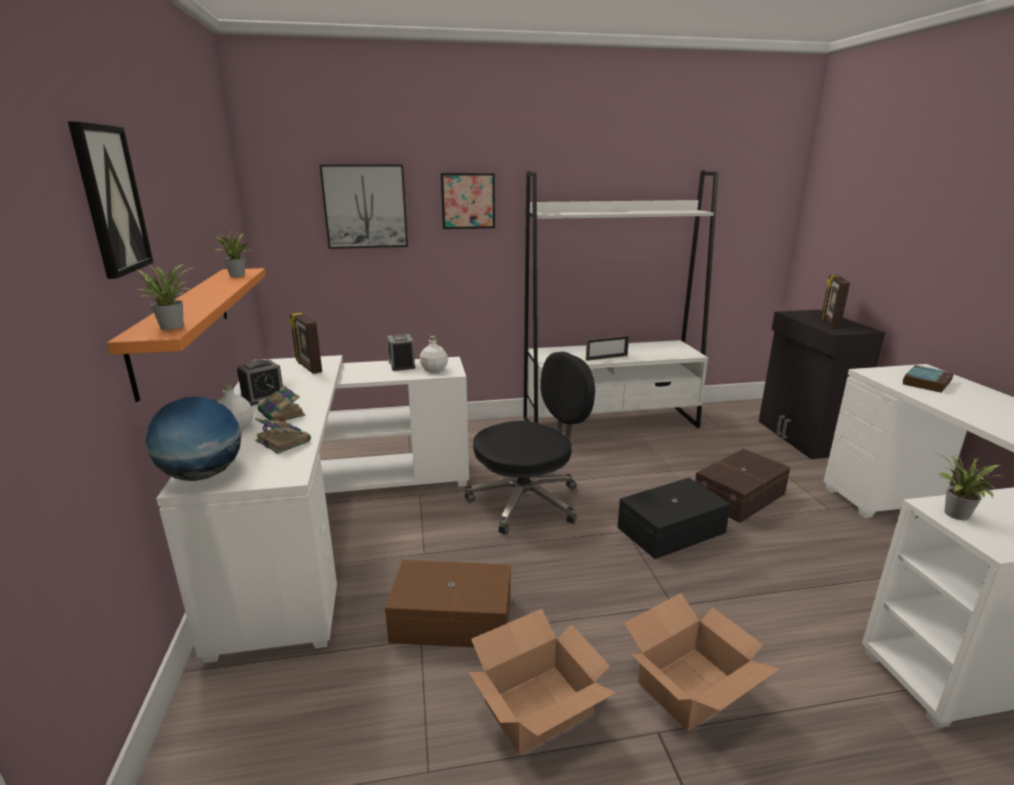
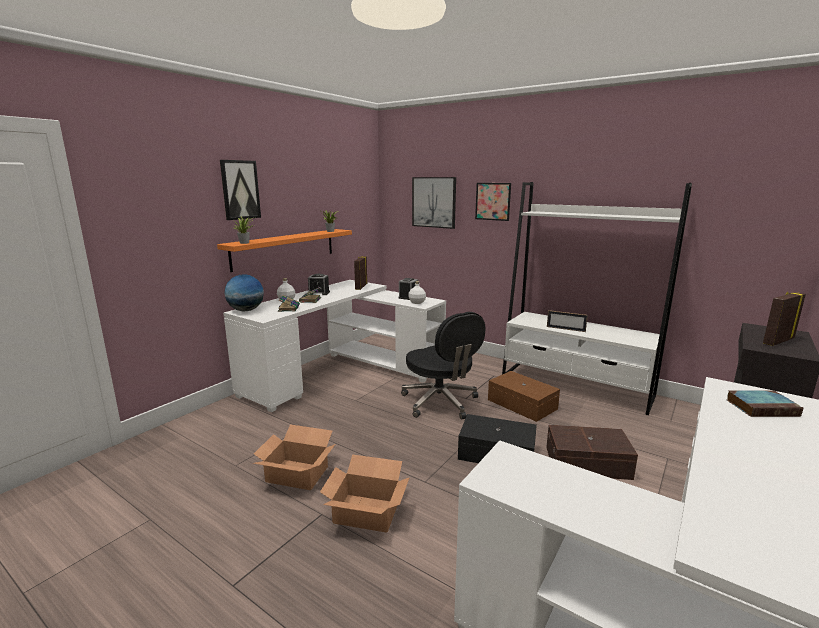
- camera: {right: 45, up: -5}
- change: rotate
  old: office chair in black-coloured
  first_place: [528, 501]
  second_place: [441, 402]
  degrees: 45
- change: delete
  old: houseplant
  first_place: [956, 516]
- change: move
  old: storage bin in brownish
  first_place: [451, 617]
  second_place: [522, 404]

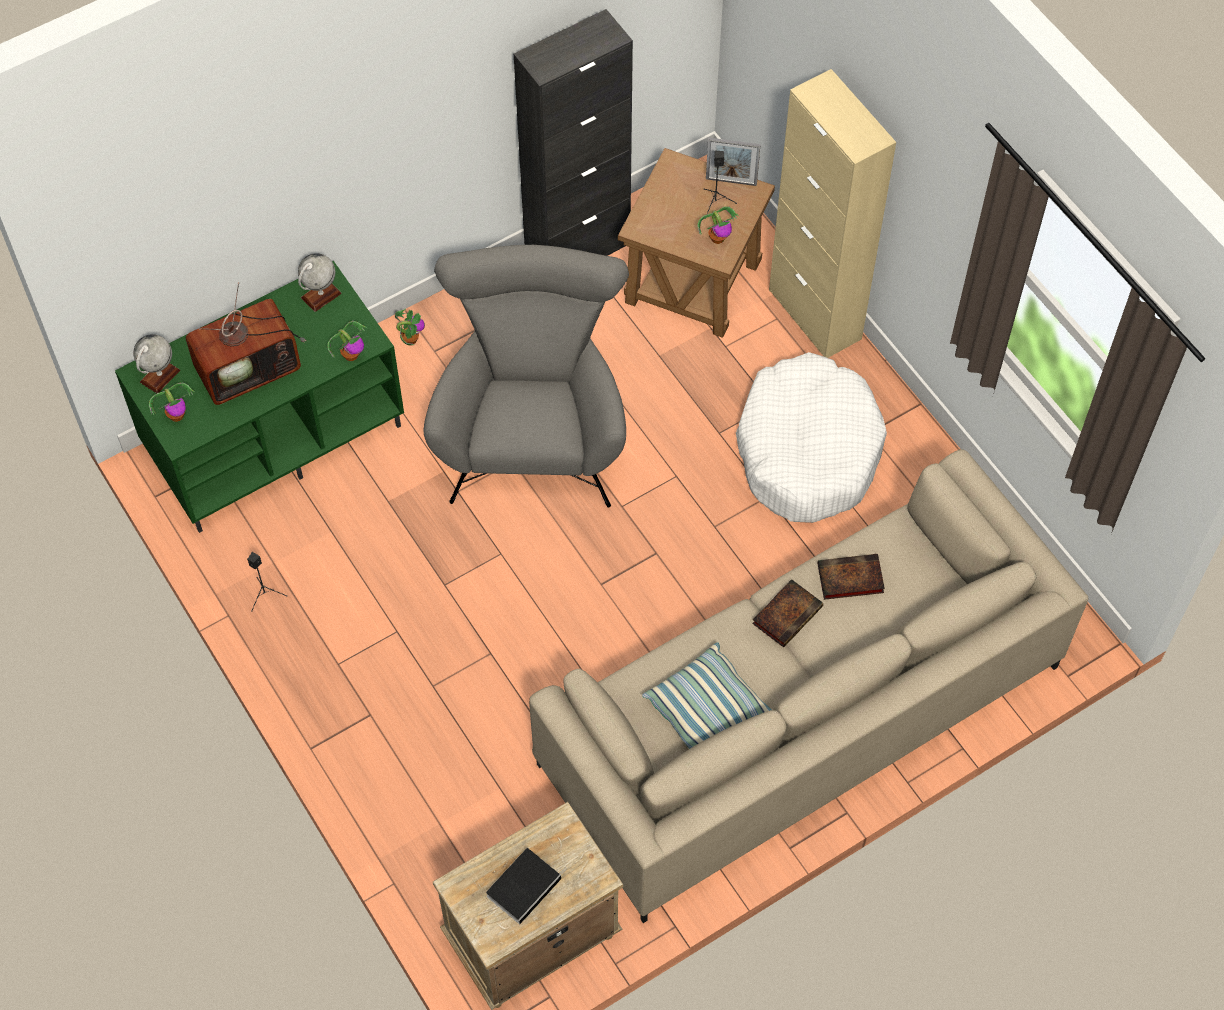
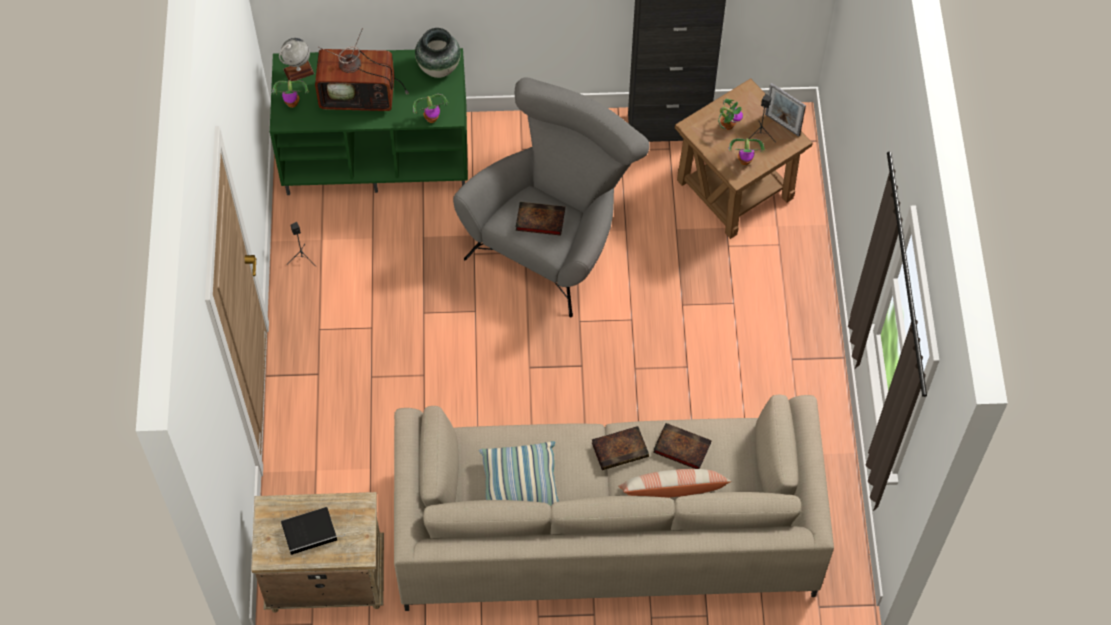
- camera: {right: 30, up: 0}
- change: delete
  old: cabinet in beige
  first_place: [815, 314]
- change: replace
  old: desk globe
  new: flower vase
  first_place: [321, 295]
  second_place: [438, 68]
- change: move
  old: houseplant
  first_place: [410, 339]
  second_place: [727, 125]
- change: delete
  old: dog cushion in white
  first_place: [807, 450]
- change: insert
  new: bound book
  second_place: [539, 220]
- change: insert
  new: throw pillow
  second_place: [672, 492]

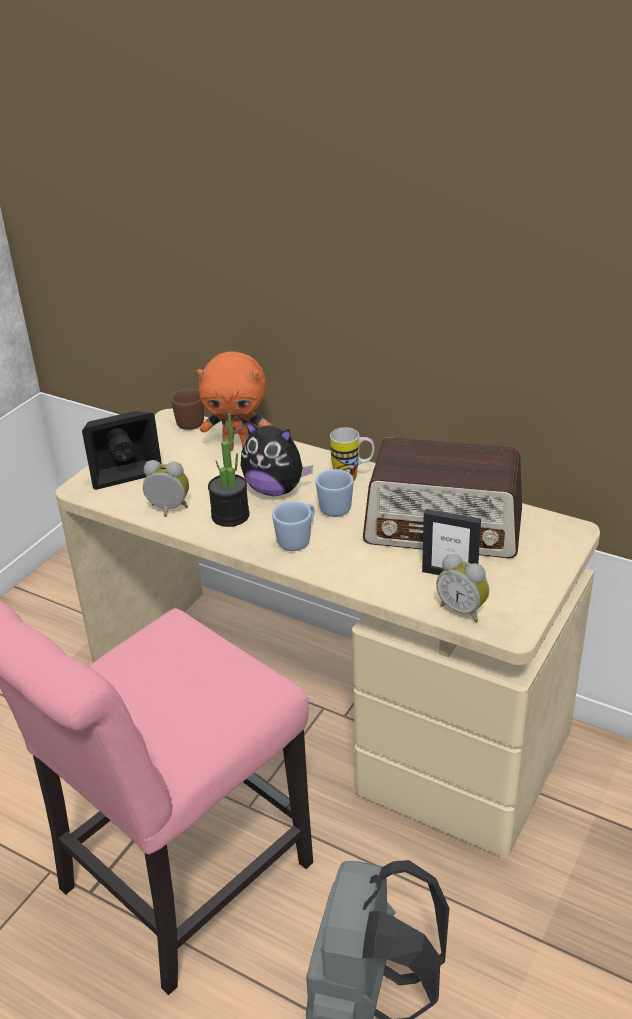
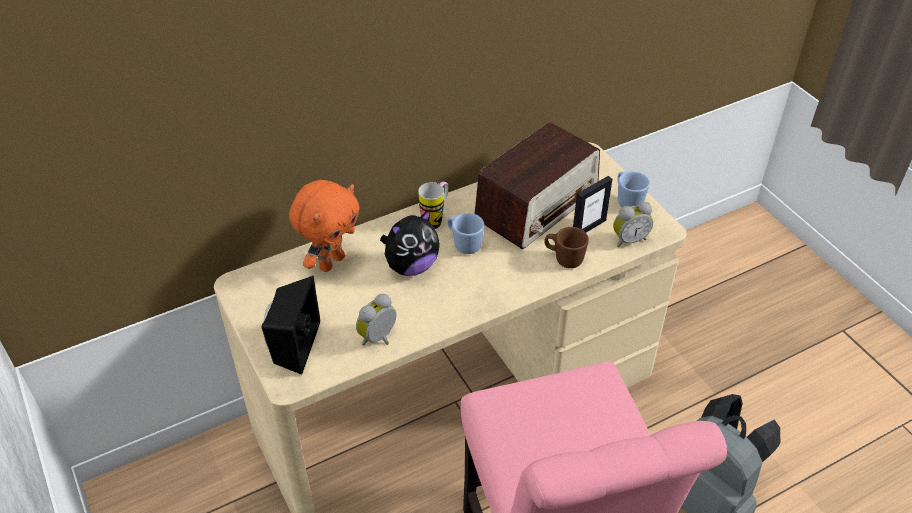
- camera: {right: -60, up: 10}
- change: move
  old: coffee mug in brownish
  first_place: [190, 421]
  second_place: [564, 259]
- change: delete
  old: houseplant
  first_place: [230, 515]
- change: move
  old: coffee mug in bluish
  first_place: [297, 540]
  second_place: [627, 200]

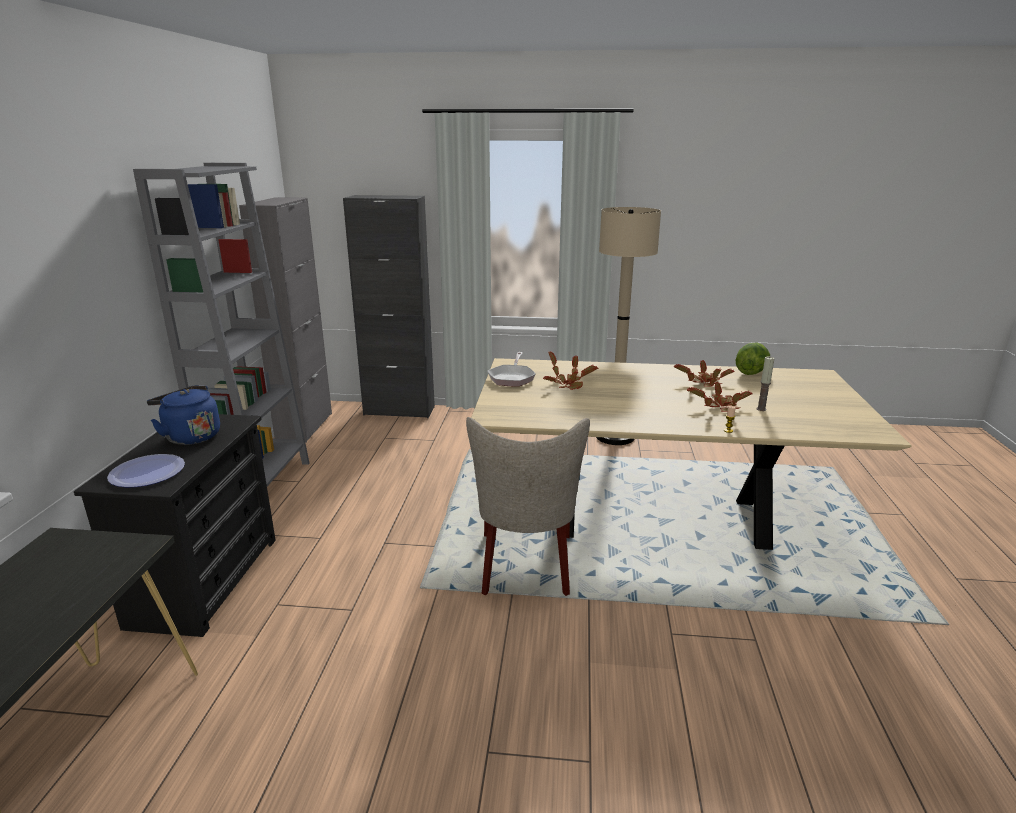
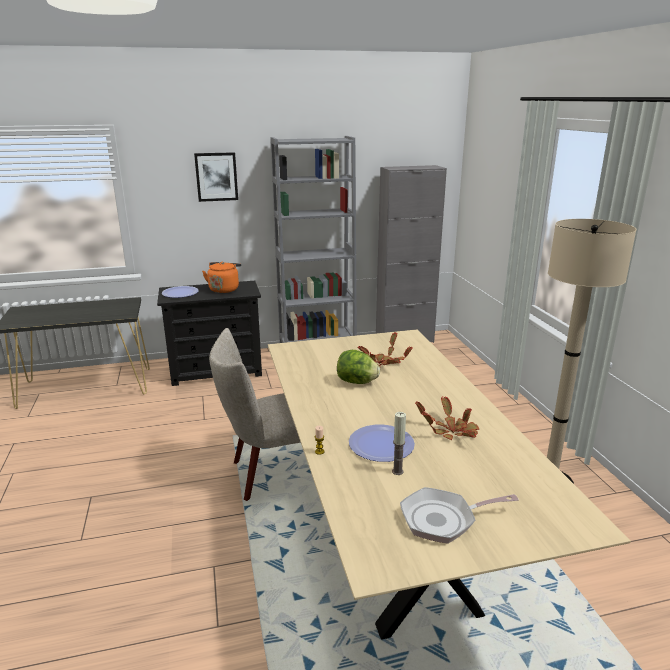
- camera: {right: 70, up: 0}
- change: delete
  old: cabinet in black-coloured
  first_place: [399, 411]
- change: move
  old: lettuce
  first_place: [751, 373]
  second_place: [357, 382]
- change: move
  old: pan
  first_place: [512, 377]
  second_place: [443, 519]
- change: replace
  old: houseplant
  new: dinner plate
  first_place: [720, 407]
  second_place: [381, 444]
- change: recolor
  old: kettle in bluish
  new: kettle in orange
  first_place: [190, 436]
  second_place: [224, 289]
- change: insert
  new: wall art
  second_place: [216, 176]

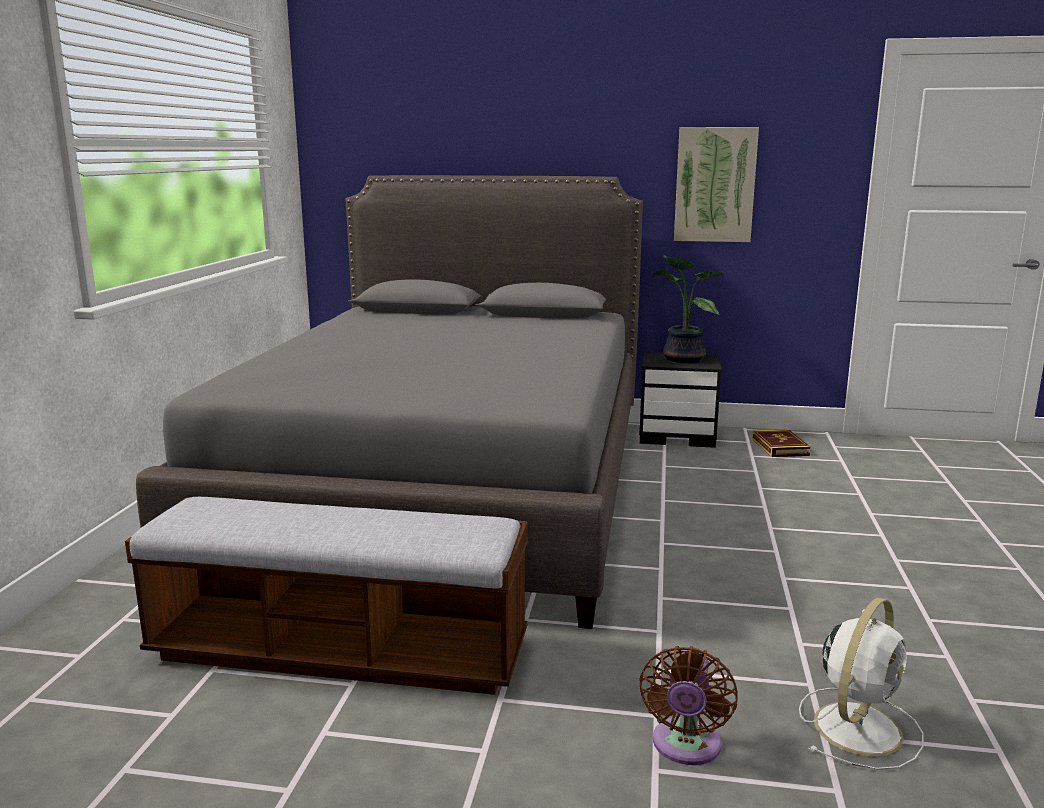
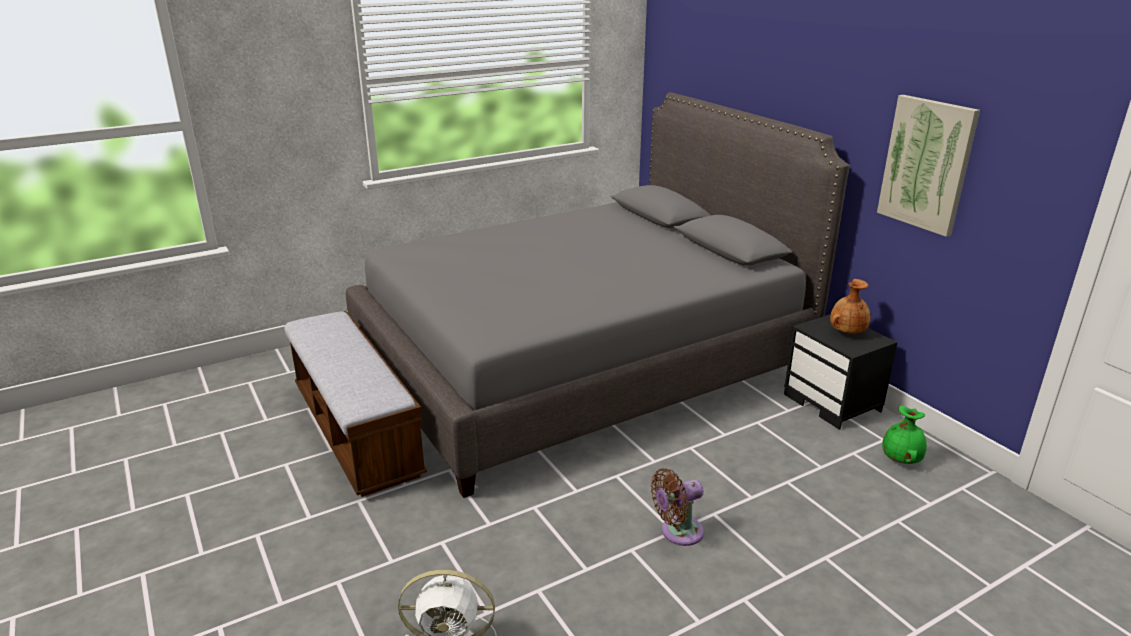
- camera: {right: 50, up: 10}
- change: replace
  old: houseplant
  new: flower vase in brownish
  first_place: [680, 359]
  second_place: [846, 332]
- change: replace
  old: bound book
  new: flower vase in greenish
  first_place: [780, 447]
  second_place: [901, 459]
- change: move
  old: cooling fan in brownish
  first_place: [685, 747]
  second_place: [678, 532]

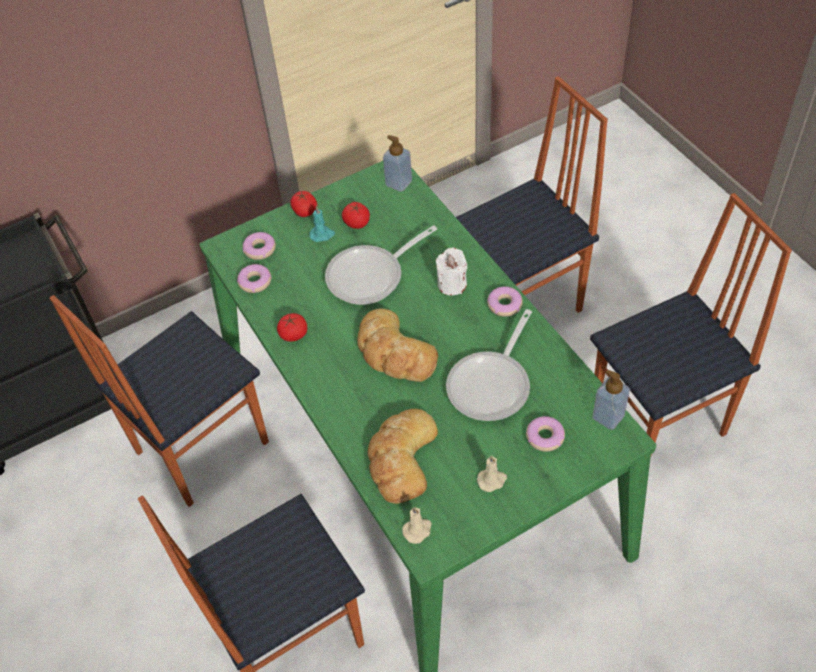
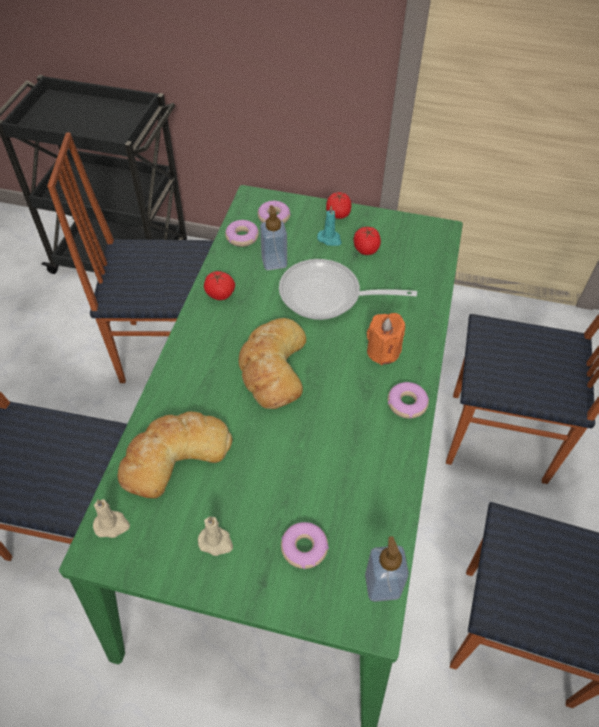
- camera: {right: 40, up: 0}
- change: move
  old: soap bottle
  first_place: [398, 183]
  second_place: [274, 262]
- change: recolor
  old: candle in white
  new: candle in orange
  first_place: [452, 284]
  second_place: [383, 351]
- change: delete
  old: pan
  first_place: [492, 384]

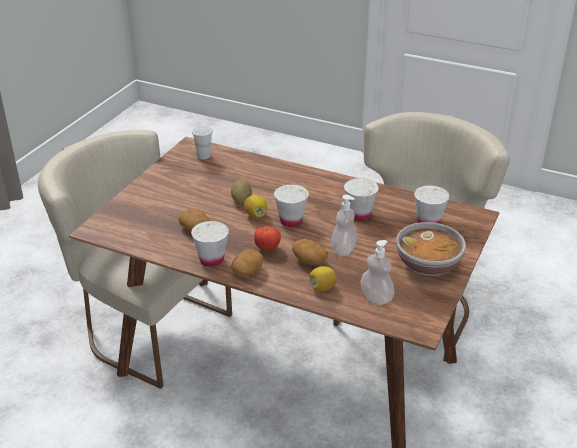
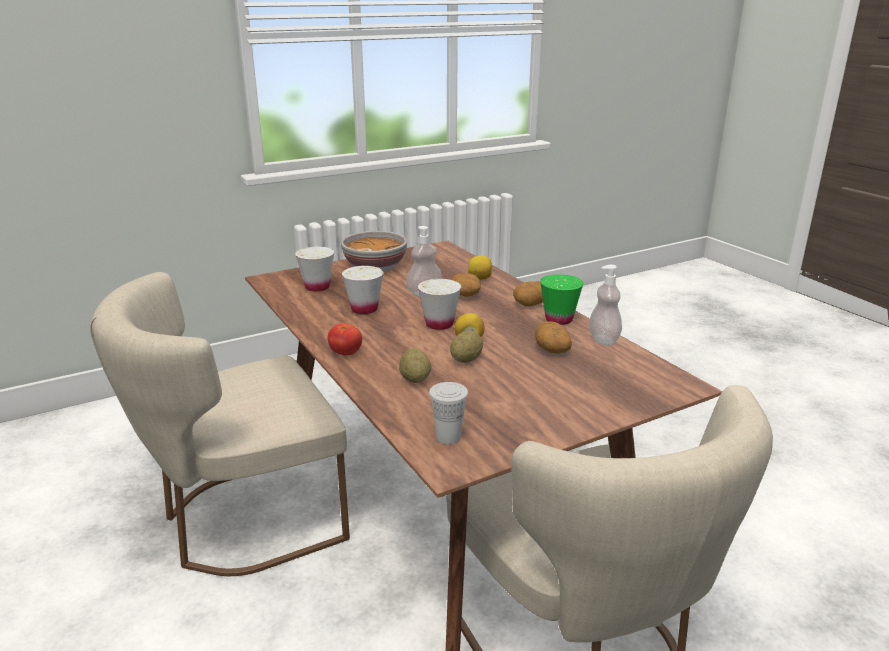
- camera: {right: -145, up: -10}
- change: recolor
  old: drinking cup in white
  new: drinking cup in greenish
  first_place: [211, 260]
  second_place: [559, 319]
- change: move
  old: fresh tomato
  first_place: [267, 248]
  second_place: [345, 353]
- change: move
  old: soap bottle
  first_place: [376, 298]
  second_place: [603, 339]
- change: insert
  new: potato
  second_place: [415, 379]

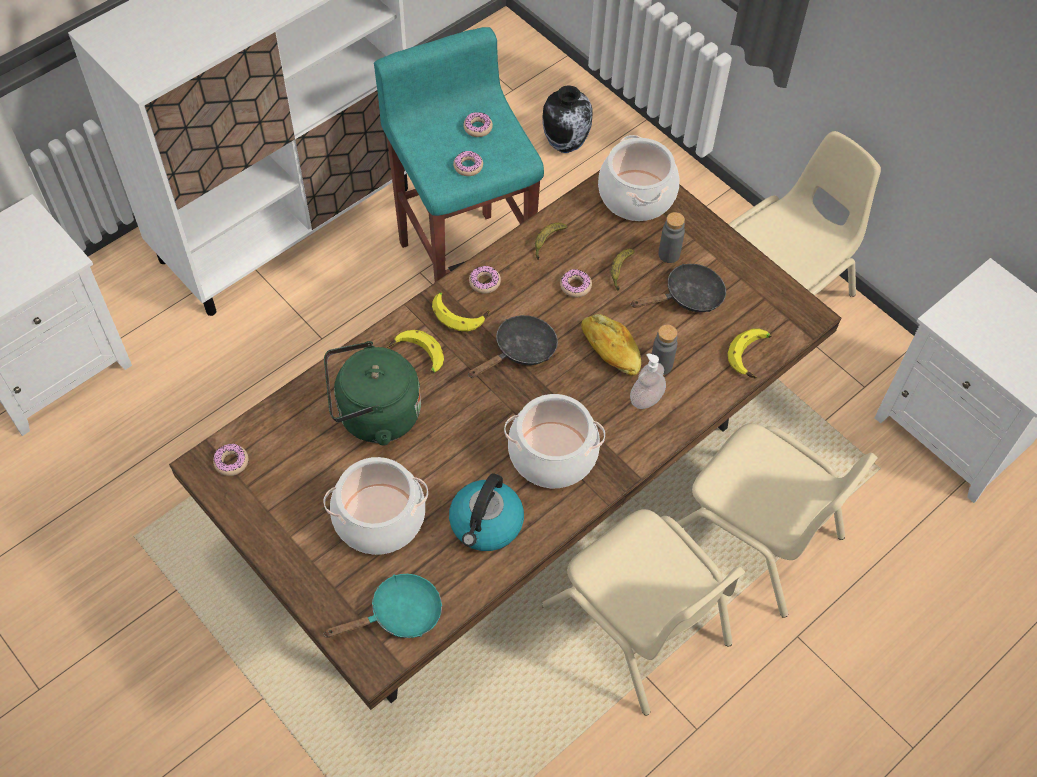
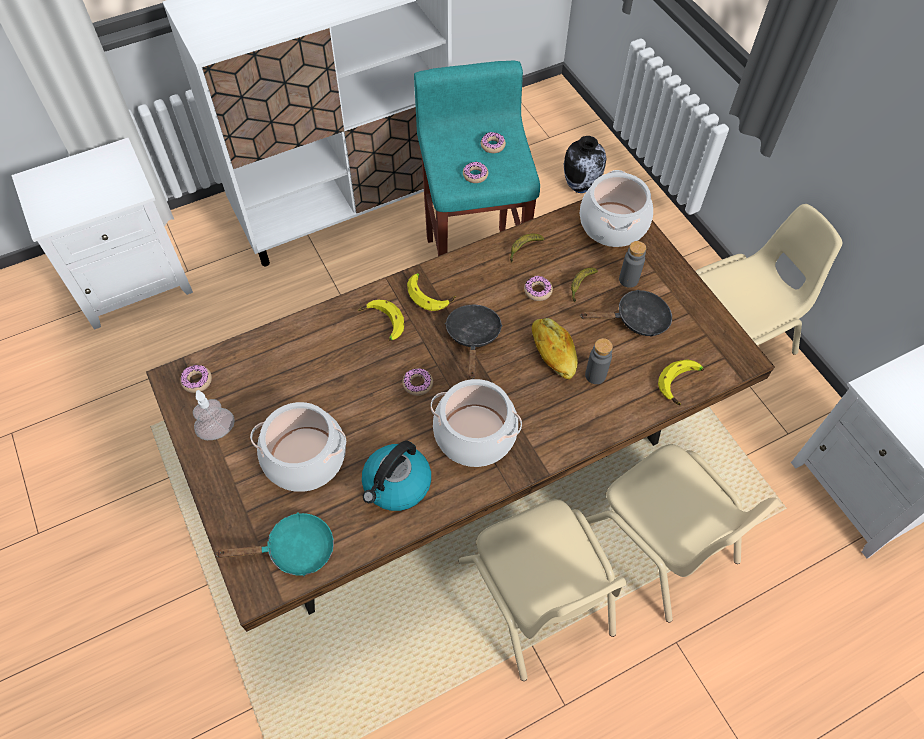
- camera: {right: 15, up: 0}
- change: move
  old: donut
  first_place: [484, 282]
  second_place: [417, 384]
- change: rotate
  old: pan in black-coloured
  first_place: [520, 351]
  second_place: [473, 337]
  degrees: -60
- change: delete
  old: kettle in greenish
  first_place: [374, 415]
- change: move
  old: soap bottle
  first_place: [646, 398]
  second_place: [218, 431]

